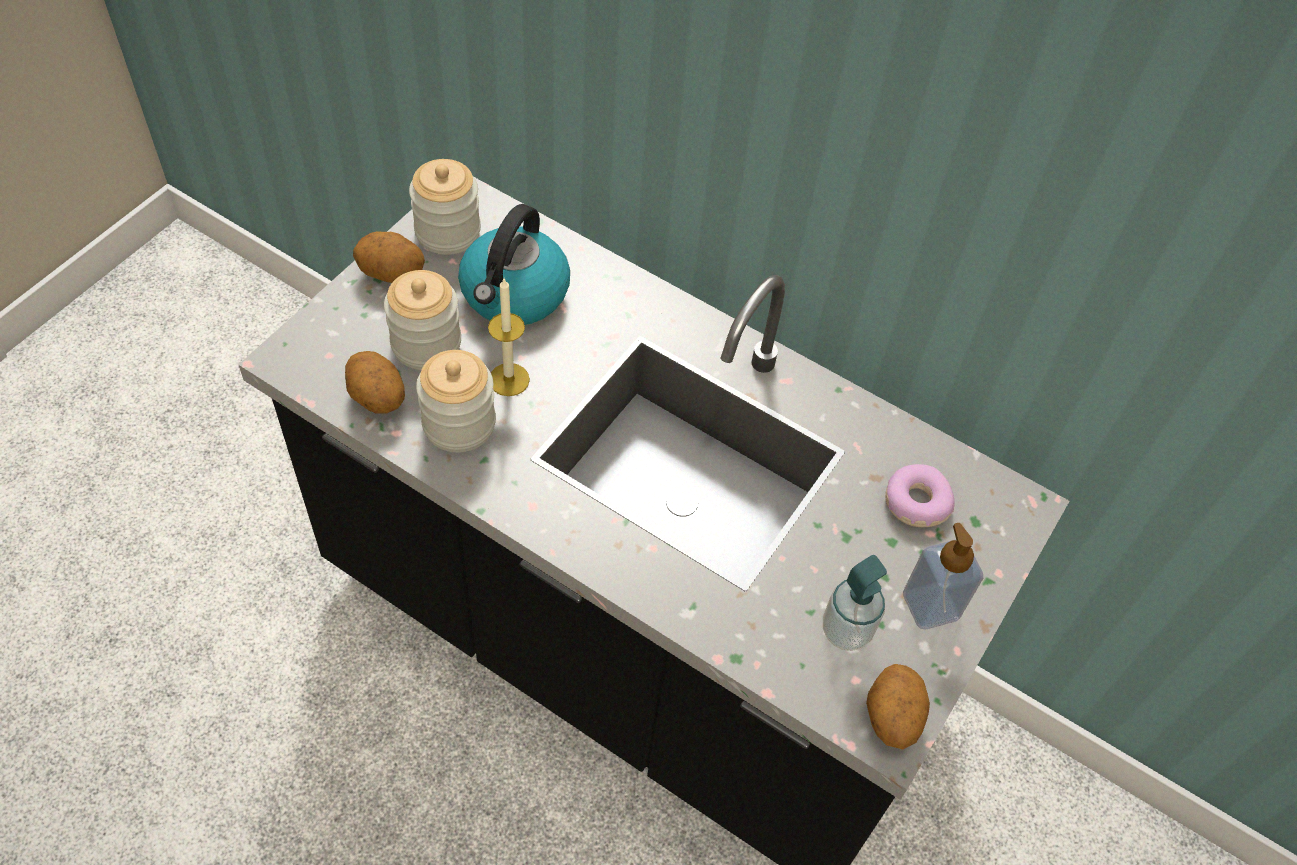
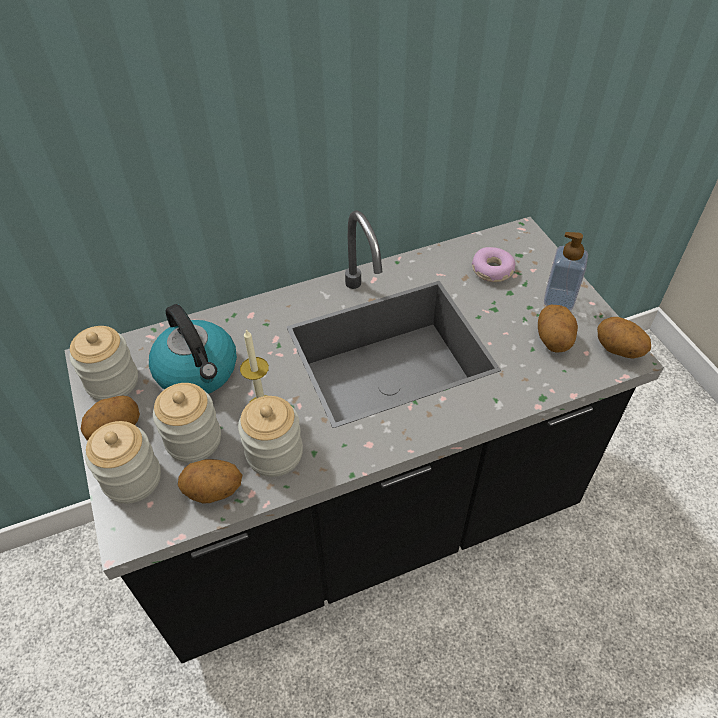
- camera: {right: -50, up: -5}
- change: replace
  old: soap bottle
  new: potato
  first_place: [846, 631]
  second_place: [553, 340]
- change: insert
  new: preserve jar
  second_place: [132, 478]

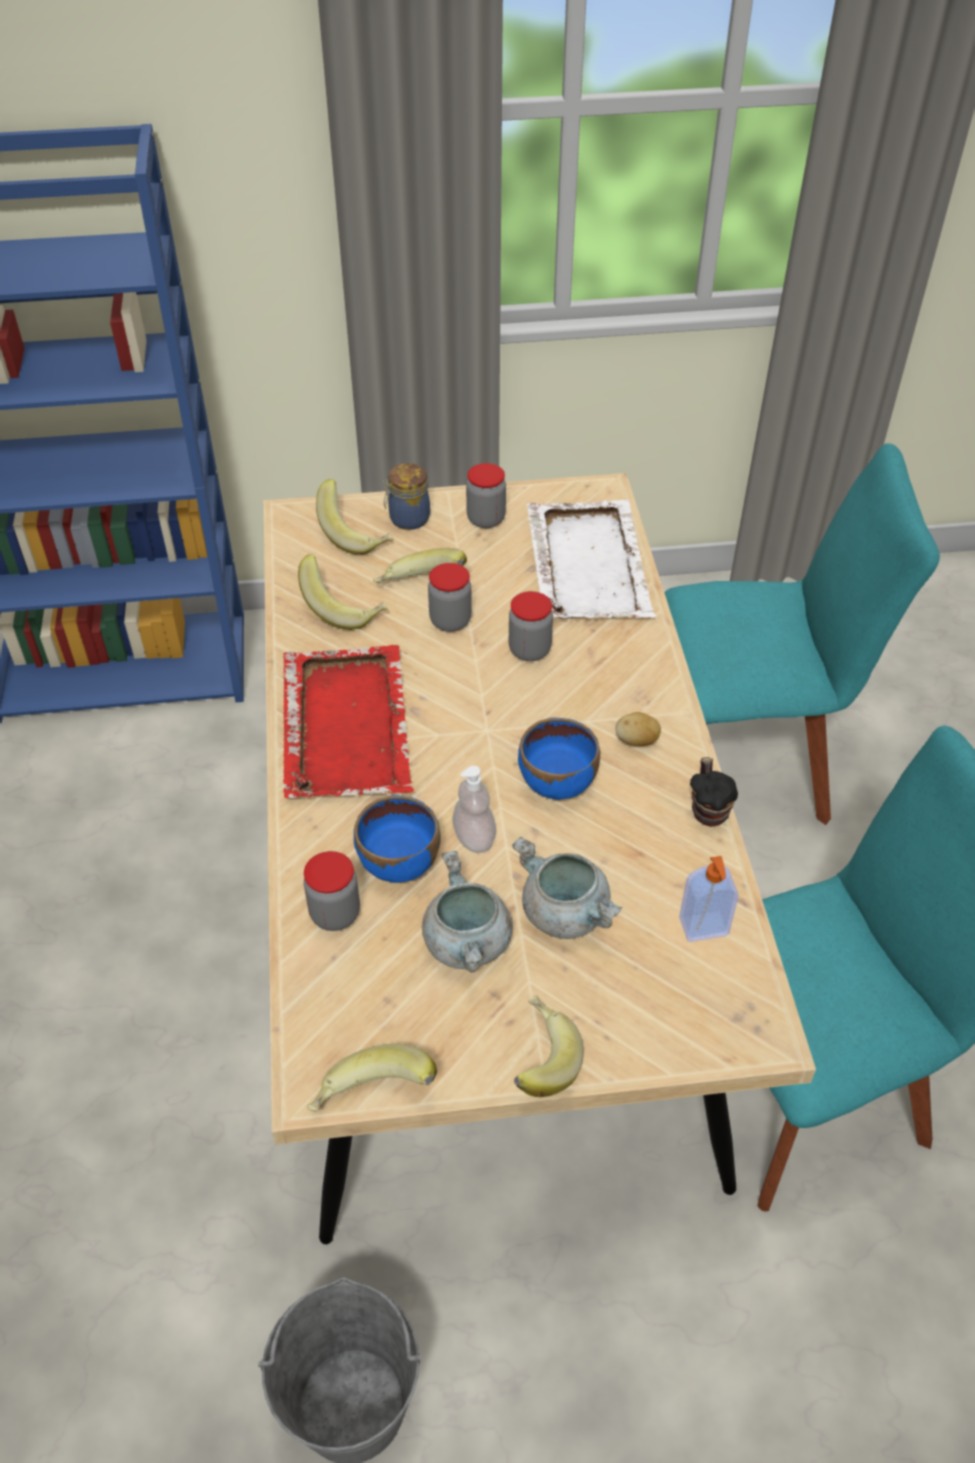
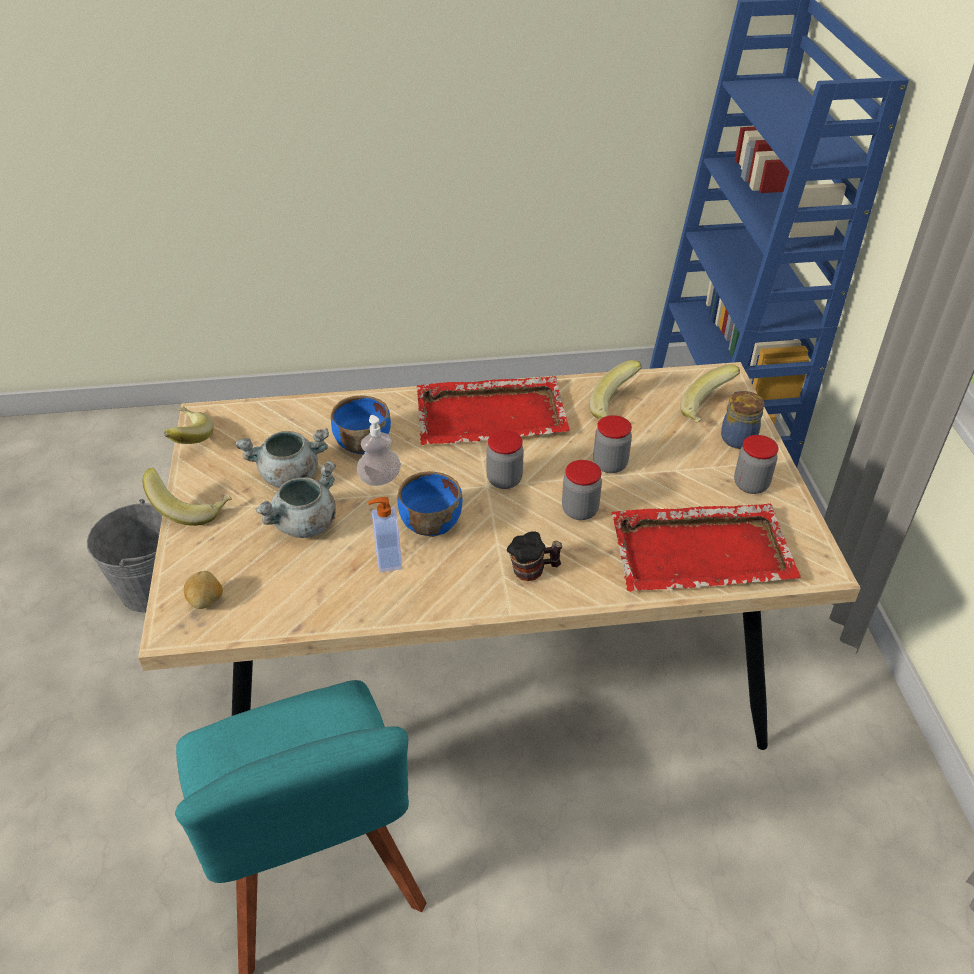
- camera: {right: 90, up: -5}
- change: delete
  old: plain chair in turquoise
  first_place: [748, 758]
- change: recolor
  old: serving tray in white
  new: serving tray in red-coloured
  first_place: [587, 563]
  second_place: [703, 551]
- change: delete
  old: banana fruit
  first_place: [420, 587]
- change: move
  old: potato
  first_place: [636, 741]
  second_place: [206, 601]
- change: move
  old: coffee mug
  first_place: [708, 808]
  second_place: [533, 571]
- change: move
  old: preserve jar
  first_place: [335, 914]
  second_place: [504, 480]
- change: move
  old: soap bottle
  first_place: [704, 928]
  second_place: [387, 560]

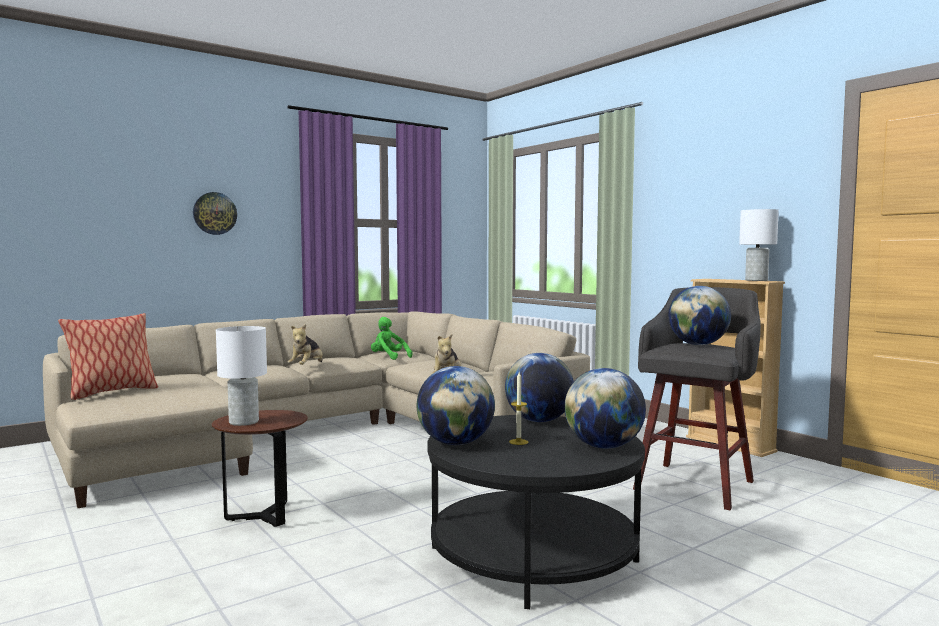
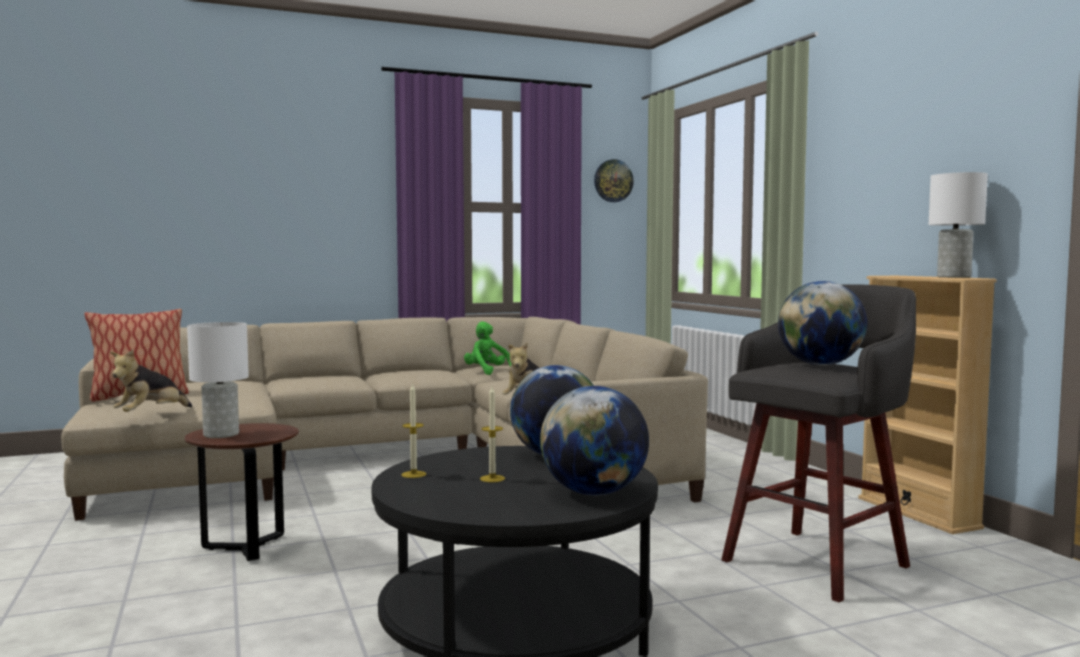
- camera: {right: 15, up: 0}
- change: move
  old: clock on the wall
  first_place: [214, 213]
  second_place: [613, 181]
- change: move
  old: cuddly toy
  first_place: [307, 367]
  second_place: [150, 414]
- change: replace
  old: desk globe
  new: candle
  first_place: [455, 443]
  second_place: [413, 474]

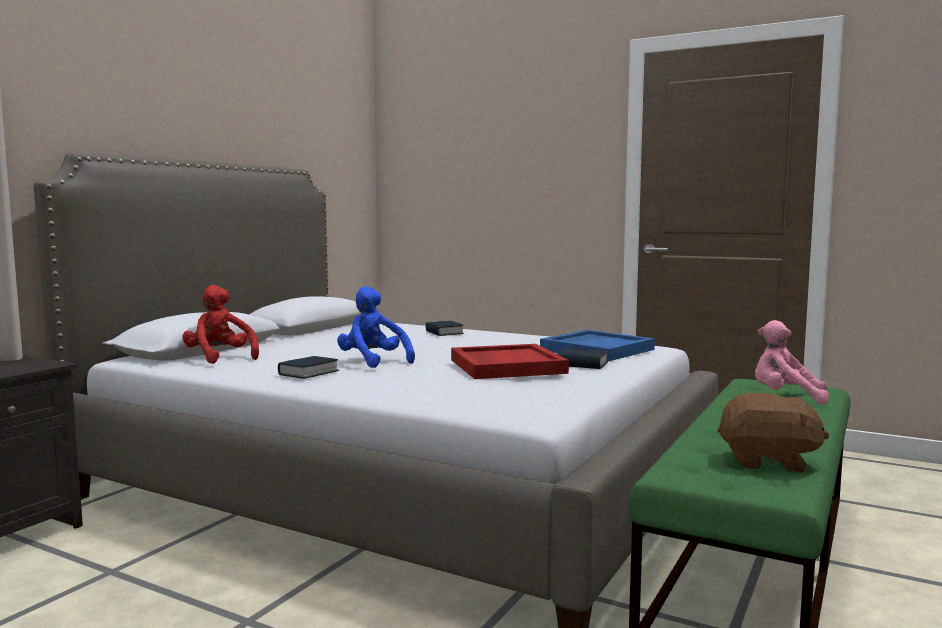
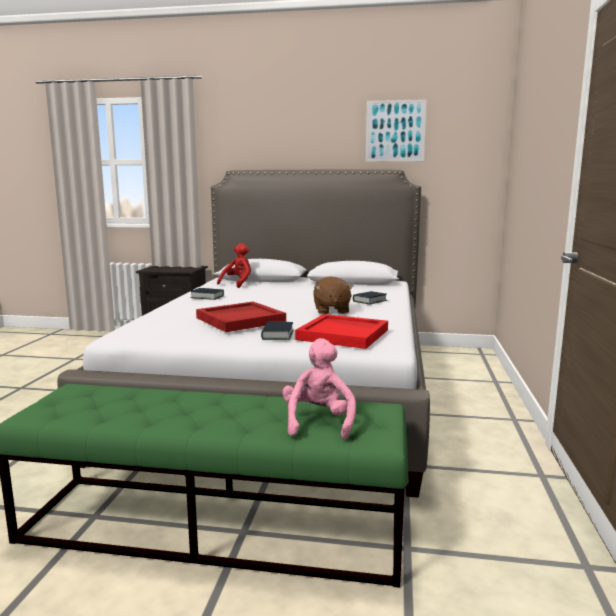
- camera: {right: 70, up: 5}
- change: delete
  old: cuddly toy in bluish
  first_place: [373, 362]
- change: recolor
  old: serving tray in bluish
  new: serving tray in red-coloured
  first_place: [597, 349]
  second_place: [344, 334]
- change: move
  old: cuddly toy in brownish
  first_place: [768, 462]
  second_place: [331, 311]
- change: insert
  new: wall art
  second_place: [395, 131]

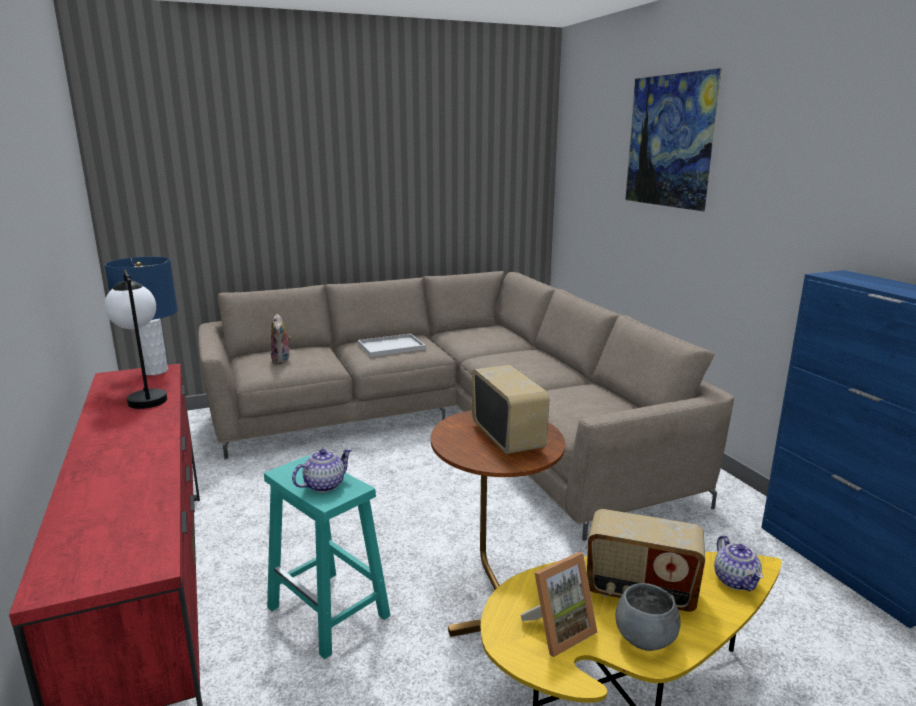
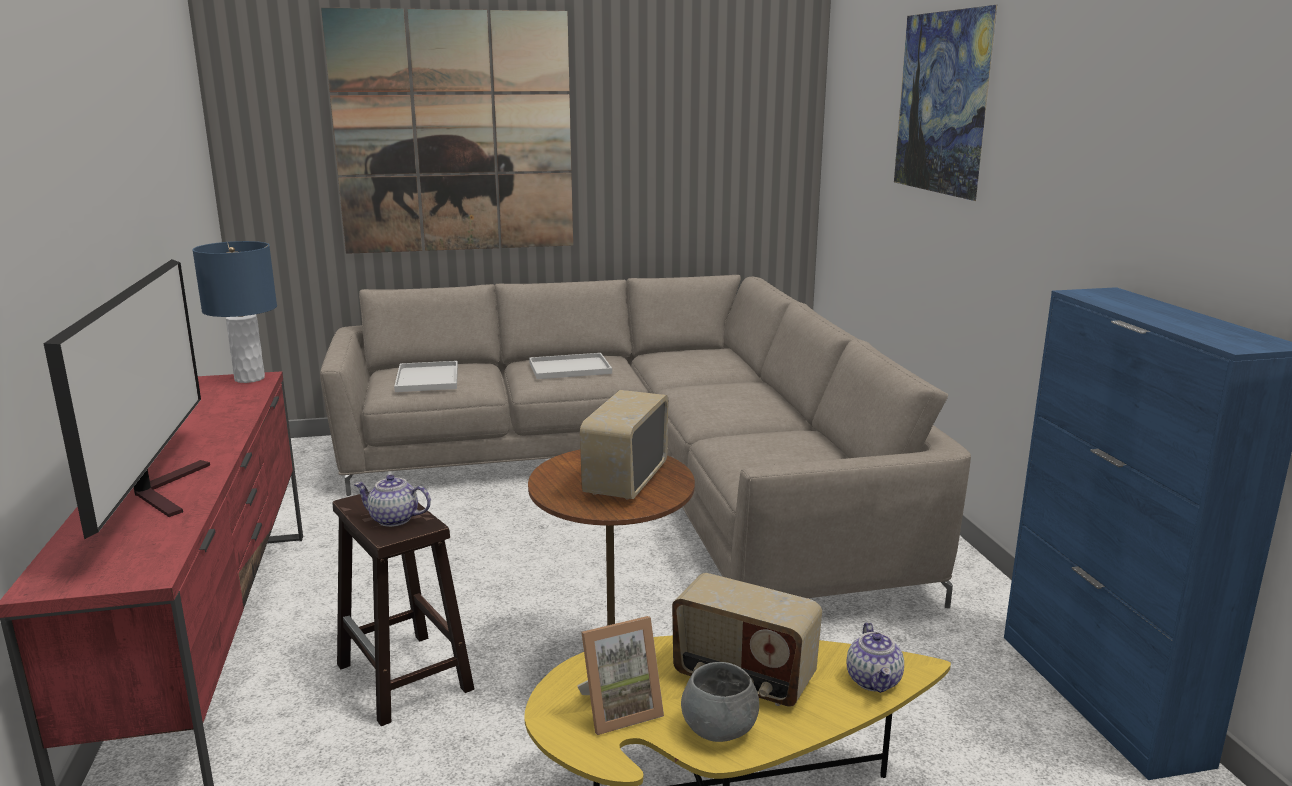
- camera: {right: 10, up: 0}
- change: delete
  old: lamp for a table
  first_place: [145, 396]
- change: replace
  old: cuddly toy
  new: serving tray in white
  first_place: [282, 360]
  second_place: [426, 378]
- change: rotate
  old: radio
  first_place: [508, 437]
  second_place: [625, 481]
  degrees: -150
- change: rotate
  old: tea pot
  first_place: [324, 485]
  second_place: [393, 519]
  degrees: -135
- change: recolor
  old: stool seat in turquoise
  new: stool seat in brownish
  first_place: [330, 612]
  second_place: [406, 678]
- change: insert
  new: wall art
  second_place: [455, 133]
- change: insert
  new: TV
  second_place: [164, 489]

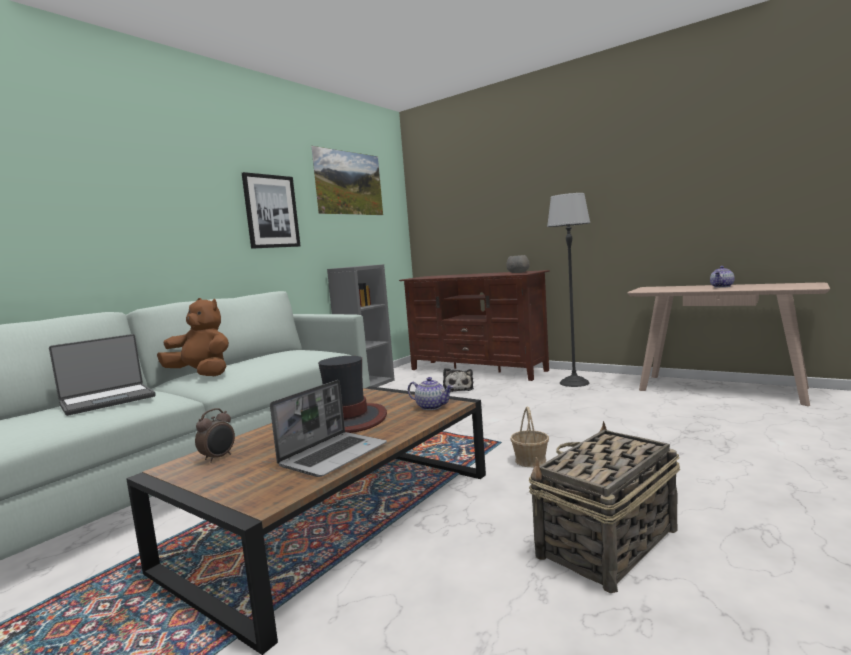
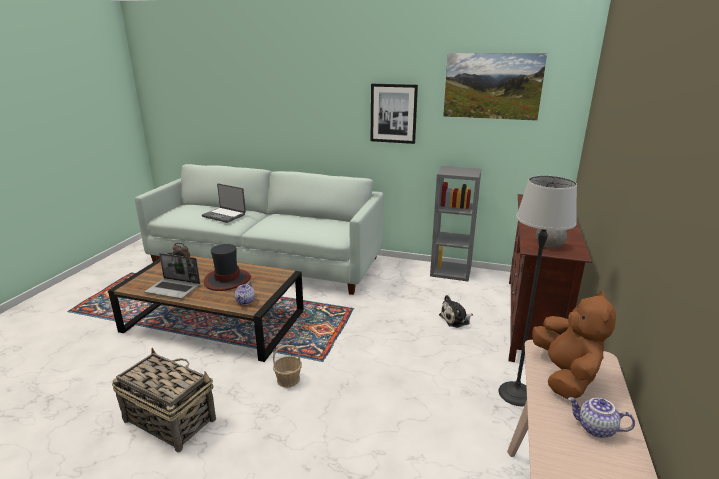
- camera: {right: 70, up: 15}
- change: move
  old: cuddly toy in brownish
  first_place: [202, 374]
  second_place: [565, 375]

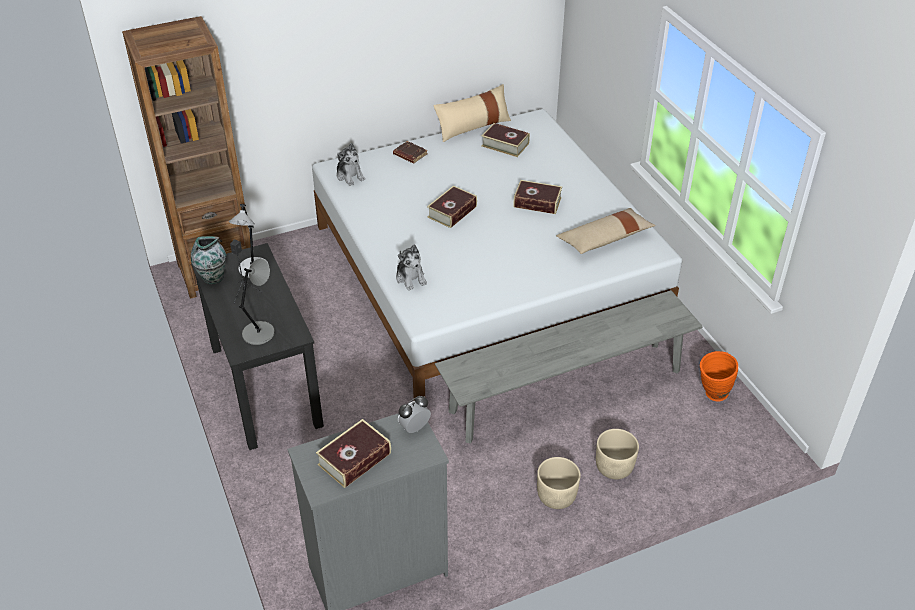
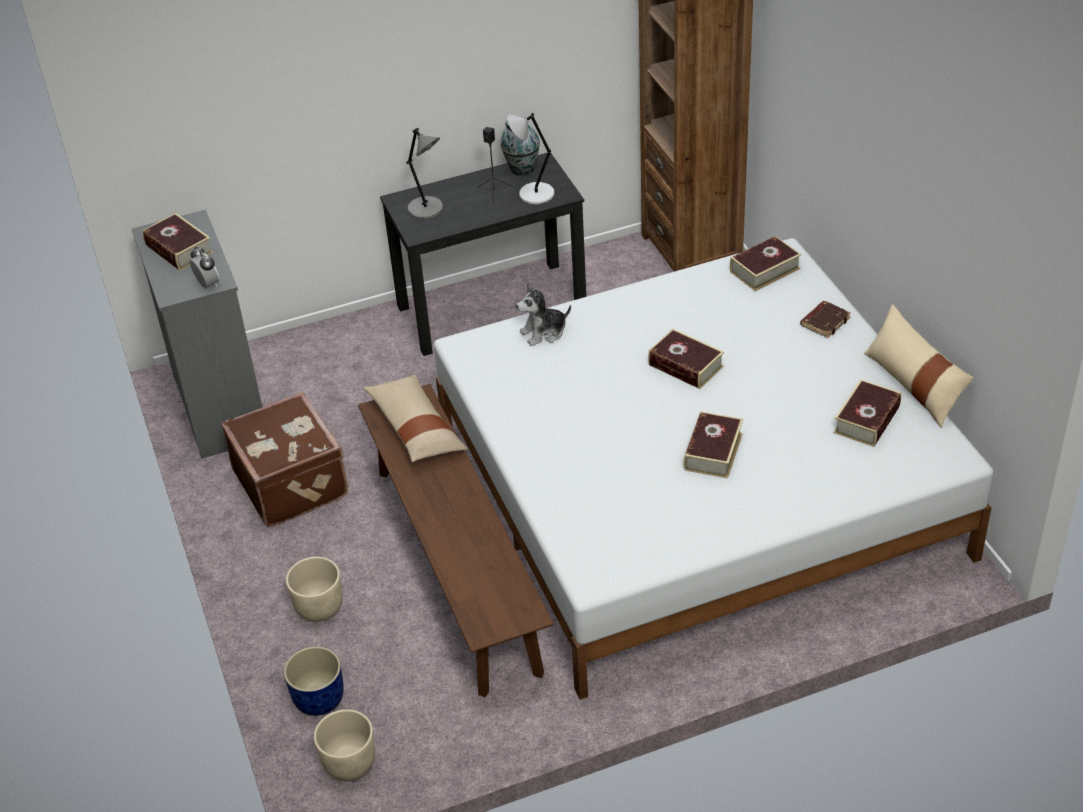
- camera: {right: 95, up: 0}
- change: replace
  old: cuddly toy
  new: bound book
  first_place: [350, 176]
  second_place: [764, 270]
- change: move
  old: throw pillow in beige
  first_place: [605, 239]
  second_place: [416, 428]
- change: recolor
  old: bench in grey
  new: bench in brownish
  first_place: [566, 390]
  second_place: [457, 568]
- change: delete
  old: flower vase in orange
  first_place: [712, 395]
- change: move
  old: plant pot in beige
  first_place: [556, 496]
  second_place: [349, 763]
- change: insert
  new: piece of luggage in brownish
  second_place: [292, 482]
- change: insert
  new: plant pot in bluish
  second_place: [318, 698]

